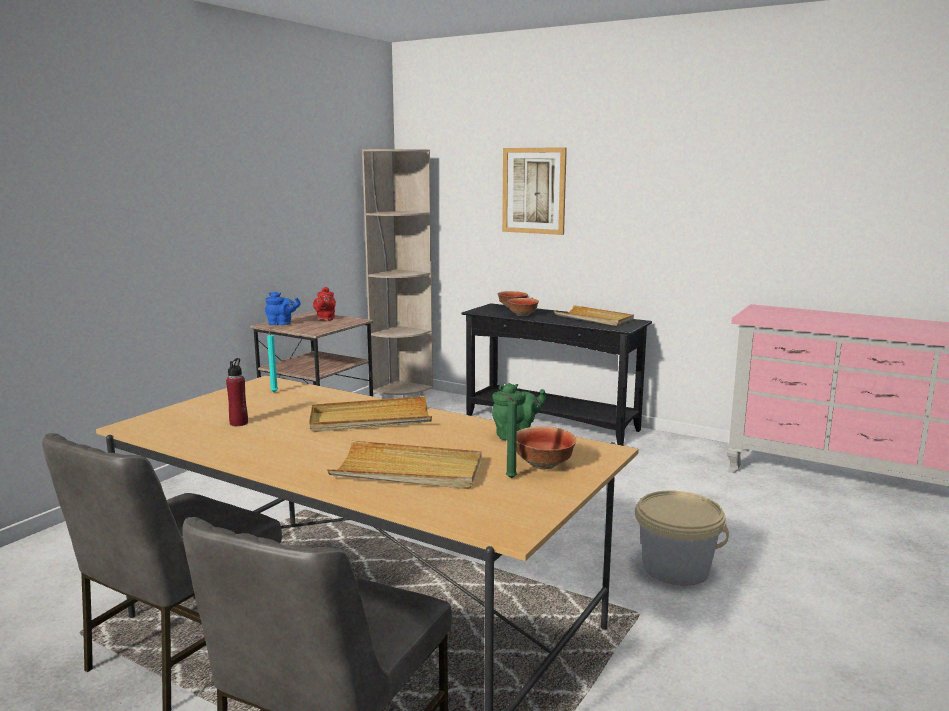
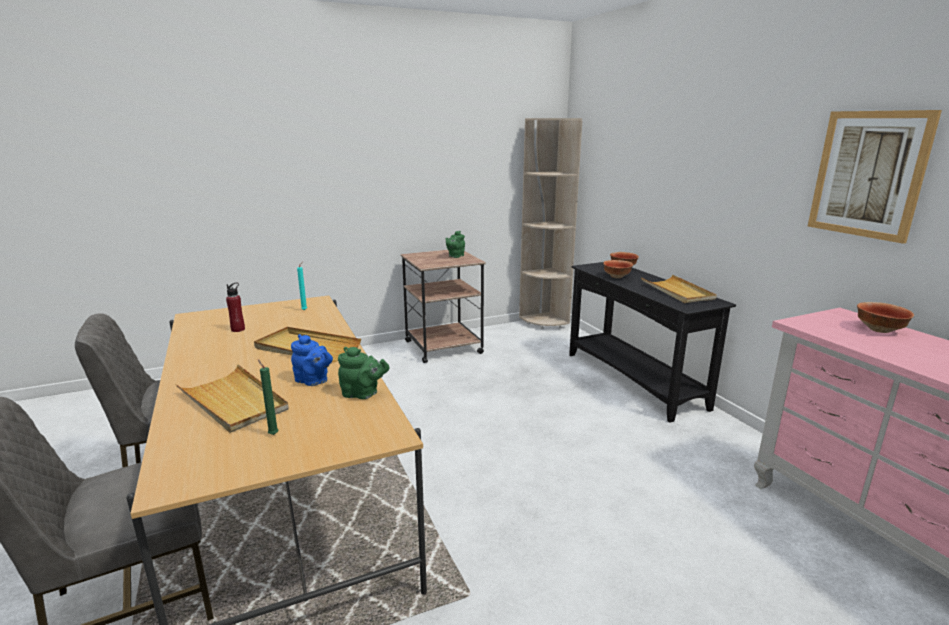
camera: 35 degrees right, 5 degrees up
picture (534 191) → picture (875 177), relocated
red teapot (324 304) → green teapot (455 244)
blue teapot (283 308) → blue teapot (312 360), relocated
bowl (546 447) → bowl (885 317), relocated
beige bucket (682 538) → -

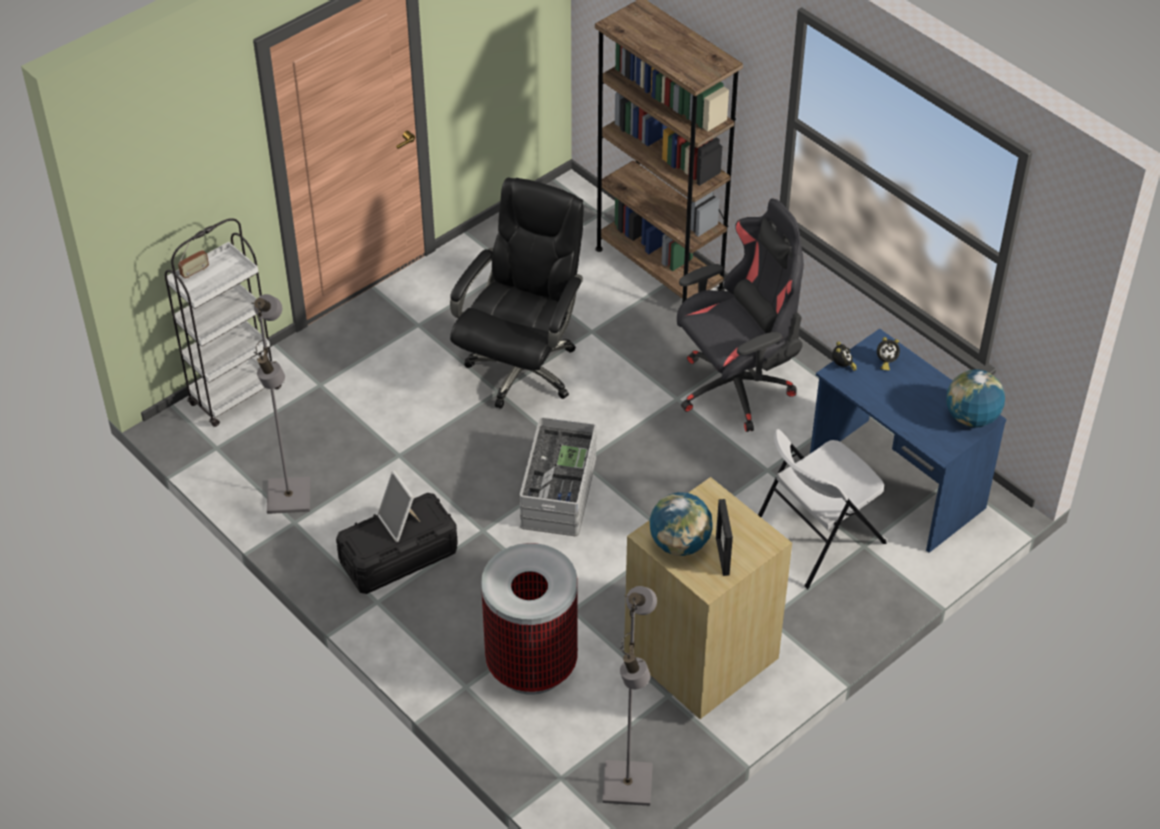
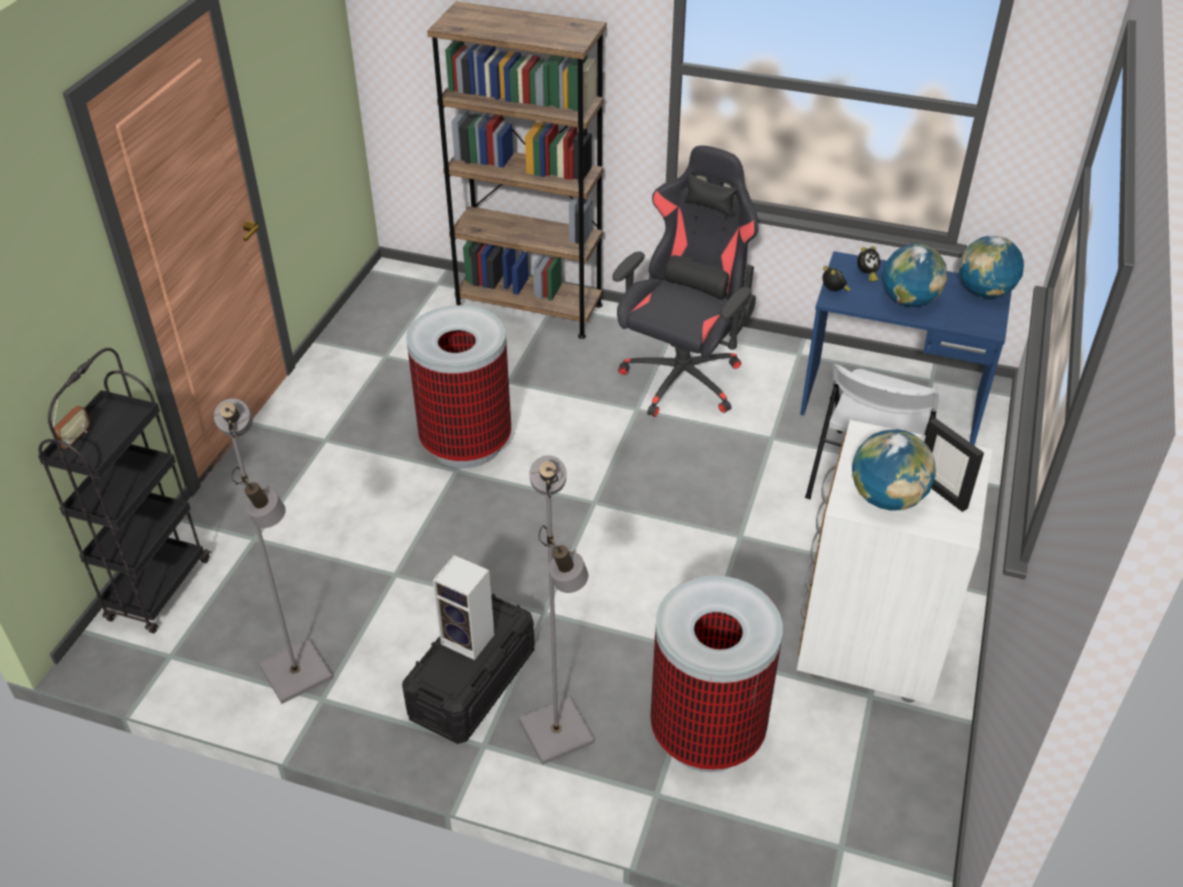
camera: 30 degrees left, 5 degrees down
black office chair (517 293) → trash can (458 386)
white cart (223 322) → black cart (125 490)
grey storage box (558 476) → -
picture frame (399 506) → speaker (464 607)
brown dresser (708 598) → white dresser (894 562)
grey floor lamp (630 696) → grey floor lamp (556 610), relocated
- → globe (915 275)

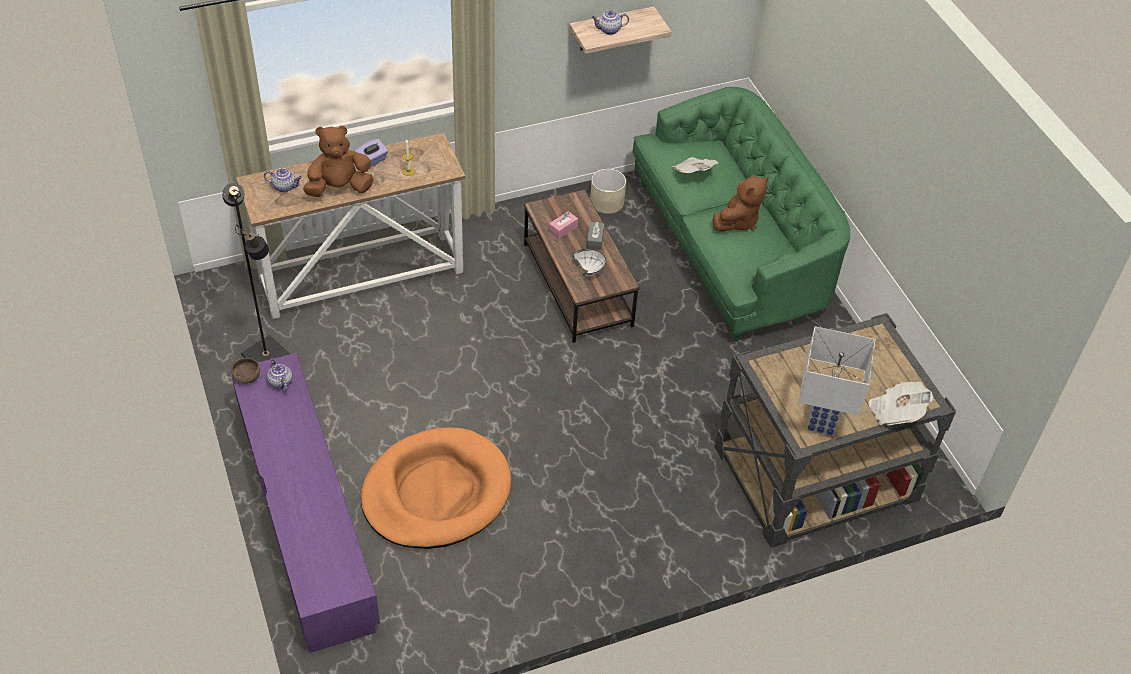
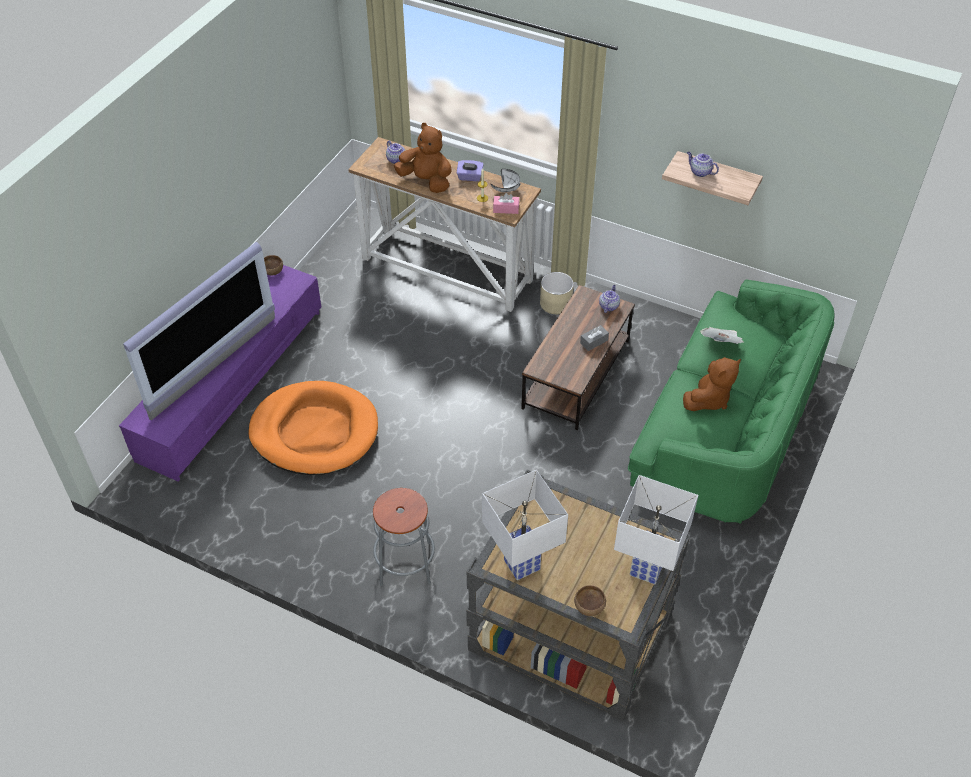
camera: 50 degrees right, 0 degrees up
beige planter (608 191) → beige planter (557 293), relocated
brown plush toy (741 204) → brown plush toy (712 384), 45 degrees counterclockwise
black floor lamp (256 273) → -
pink tissue box (563 225) → pink tissue box (506 203), relocated
white bowl (589 263) → white bowl (505 180), relocated
teapot (279 374) → teapot (609 299), relocated
newspaper (900 403) → brown bowl (590 600)
- → television (199 331)
- → white table lamp (656 529)
- → grey stool (404 537)

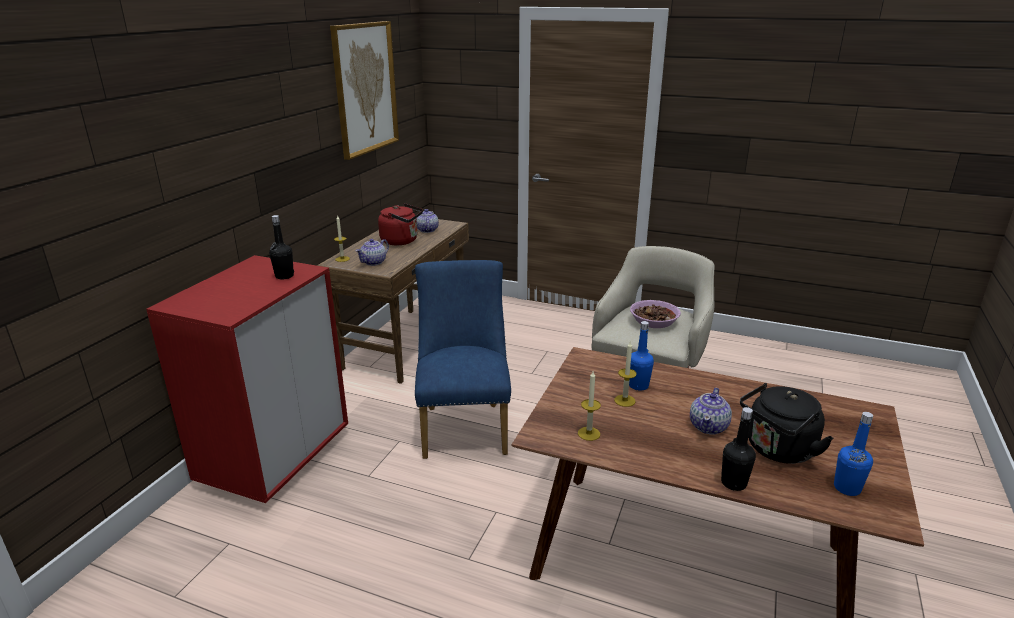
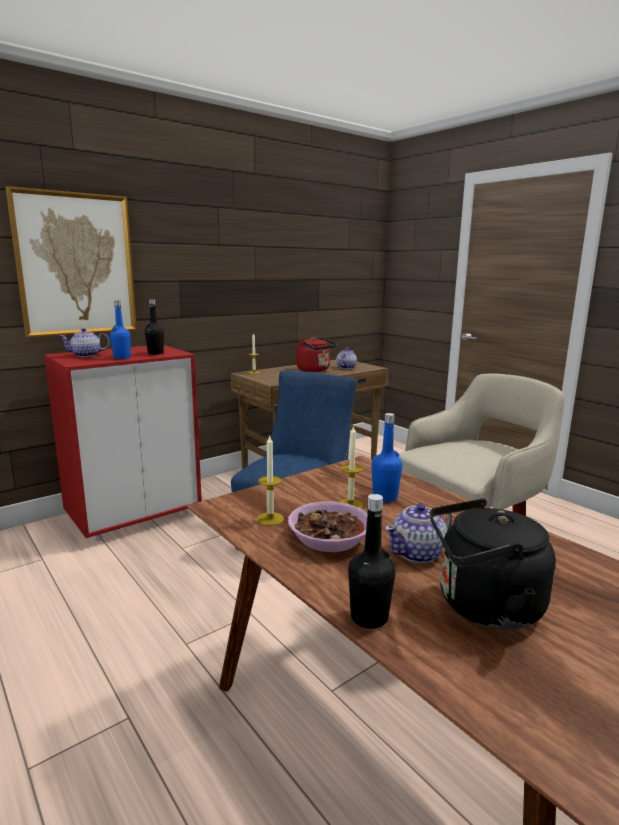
camera: 30 degrees right, 10 degrees down
picture (364 90) → picture (71 261), relocated
teapot (372 252) → teapot (84 342), relocated
bowl (655 314) → bowl (328 527), relocated
blue bottle (853 454) → blue bottle (120 330), relocated

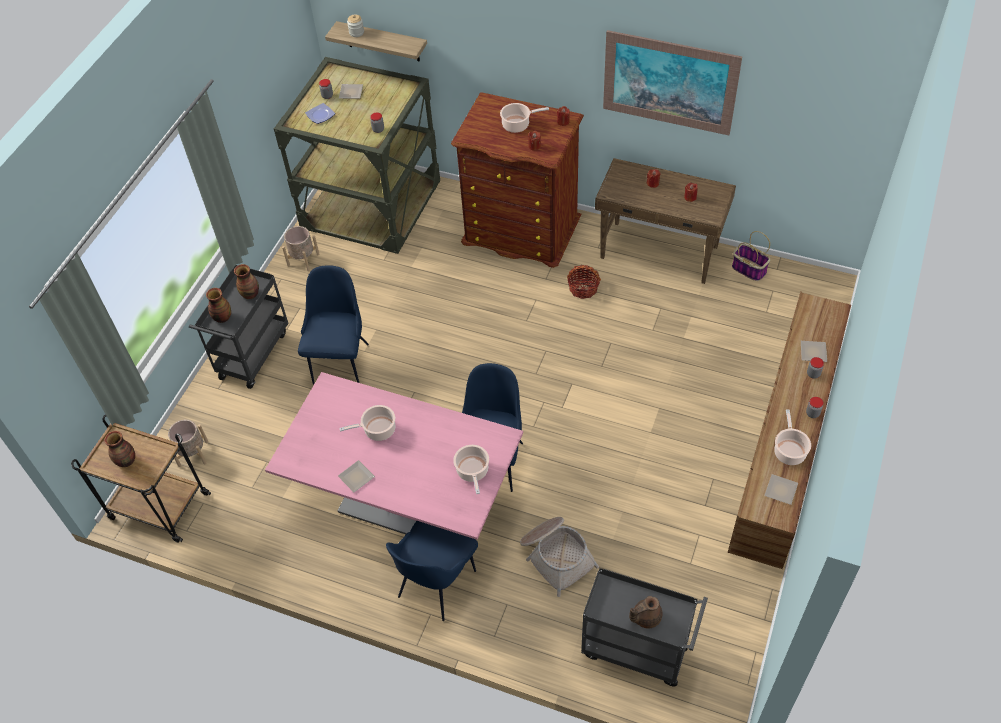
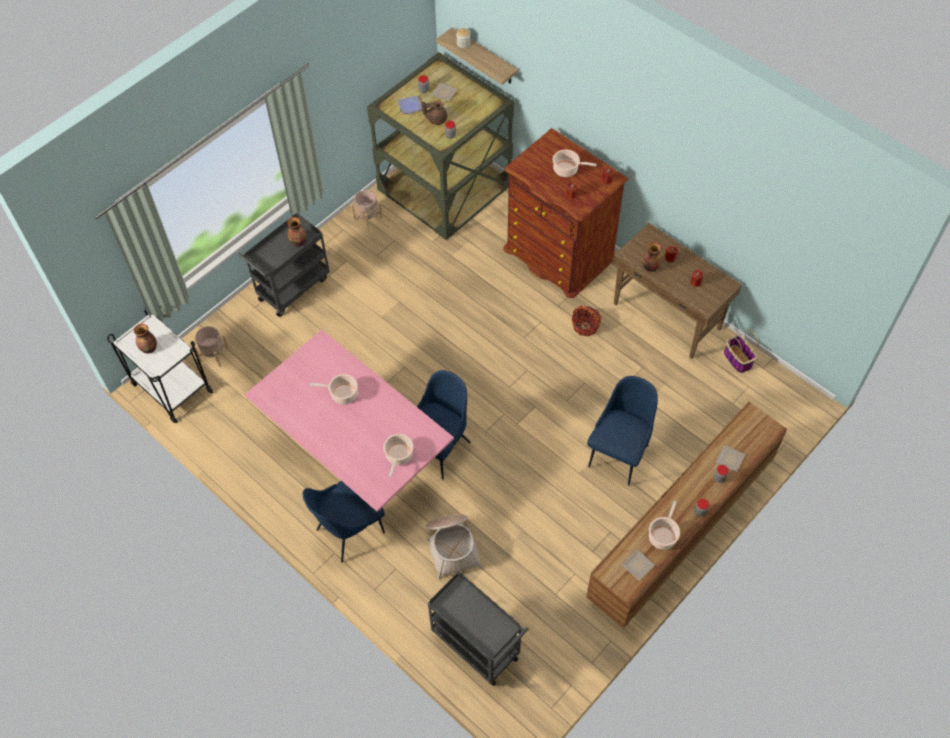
camera: 20 degrees right, 5 degrees up
picture (672 82) → -
blue chair (333 325) → blue chair (622 431), relocated
vase (218 305) → vase (652 257), relocated
brown cart (141 478) → white cart (160 365)
plate (356 476) → -
brown teapot (646 612) → brown teapot (434 112), relocated

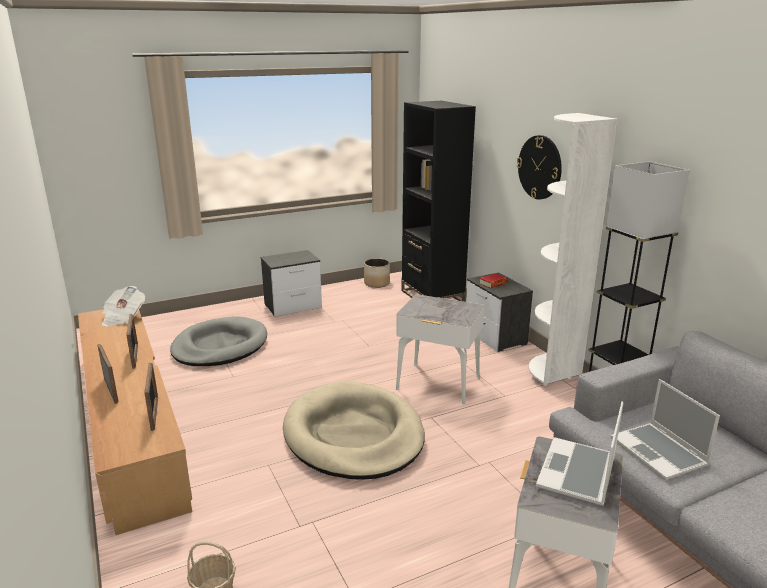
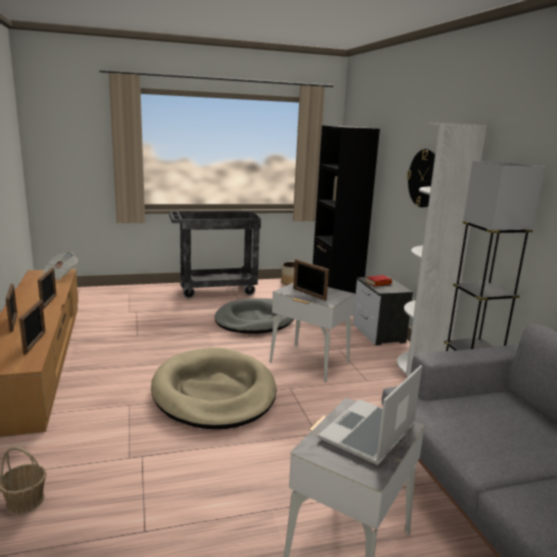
camera: 10 degrees right, 5 degrees down
nightstand (291 283) → grey cart (215 254)
grey dog bed (218 341) → grey dog bed (254 316), relocated
laptop (665 429) → -
- → picture frame (311 280)

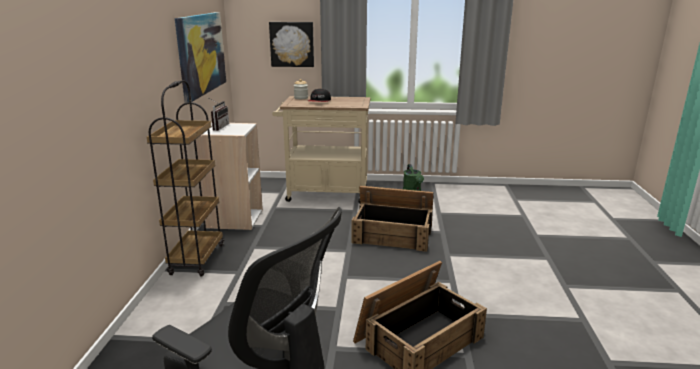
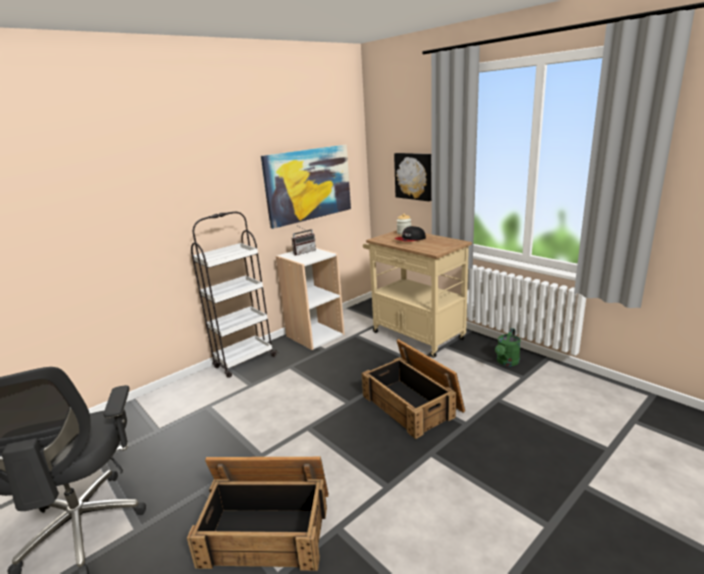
camera: 45 degrees right, 0 degrees up
brown cart (185 178) → white cart (234 295)

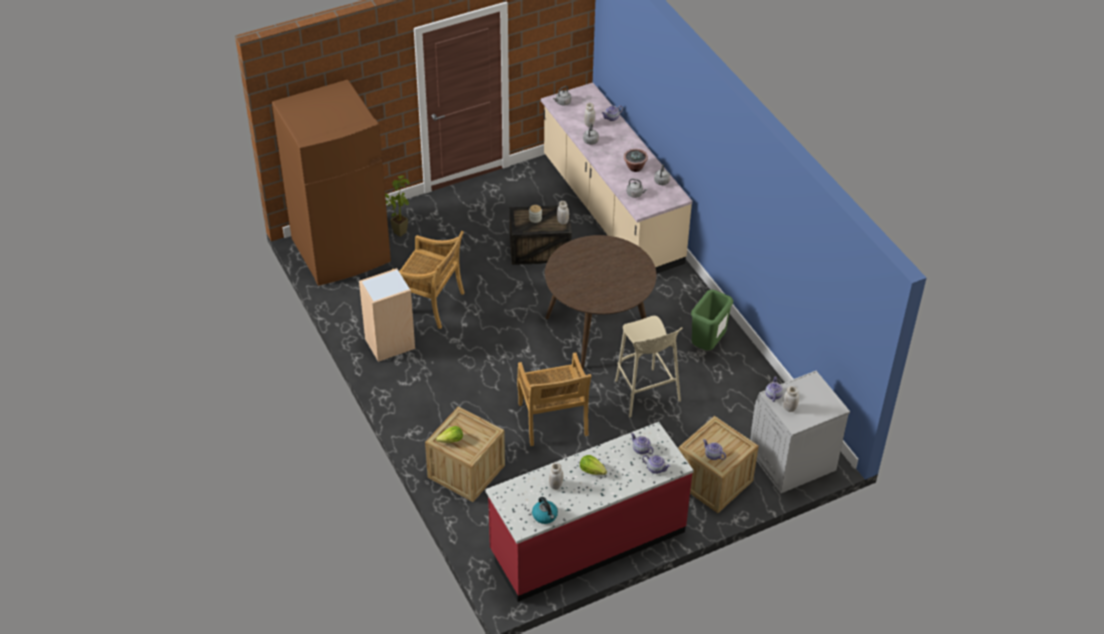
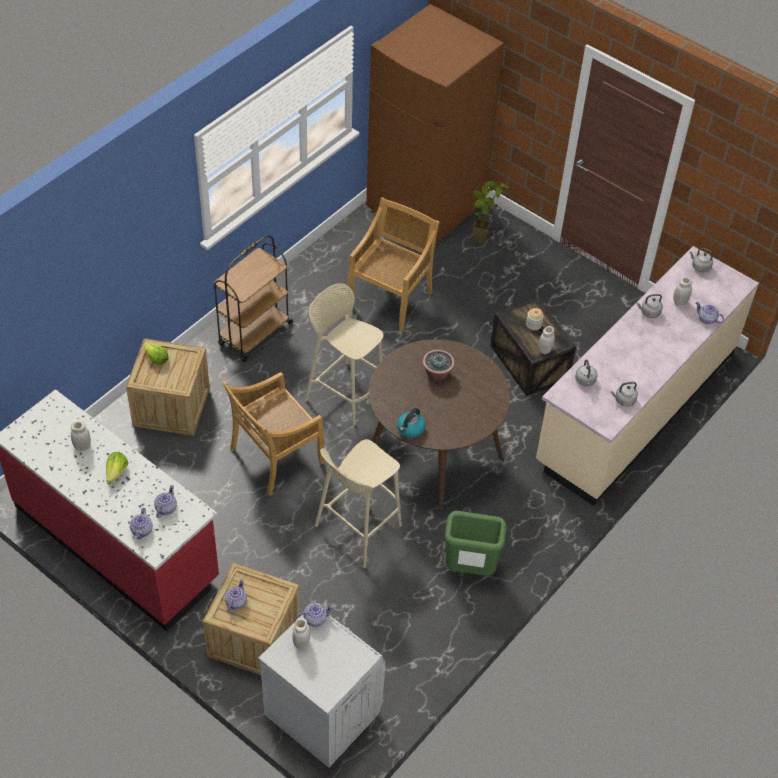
camera: 65 degrees right, 5 degrees up
potted plant (636 160) → potted plant (438 365), relocated
beige chair (428 280) → beige chair (393 264), 150 degrees counterclockwise
bookcase (387 315) → -
kettle (545 510) → kettle (411 423), relocated
- → brown cart (253 298)
- → beige stool (344 354)

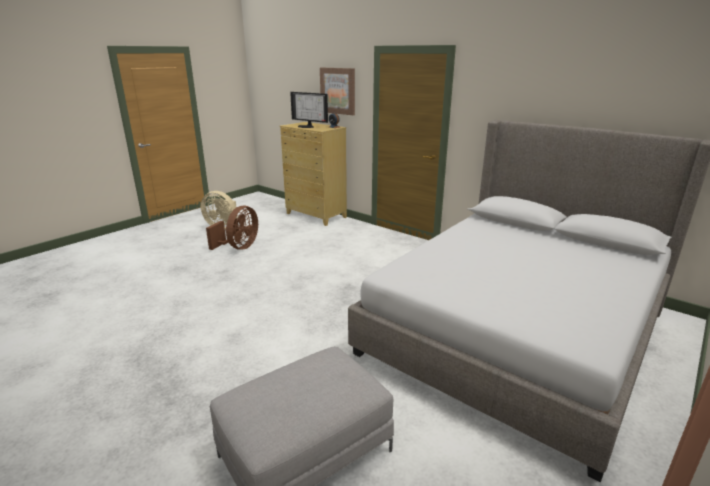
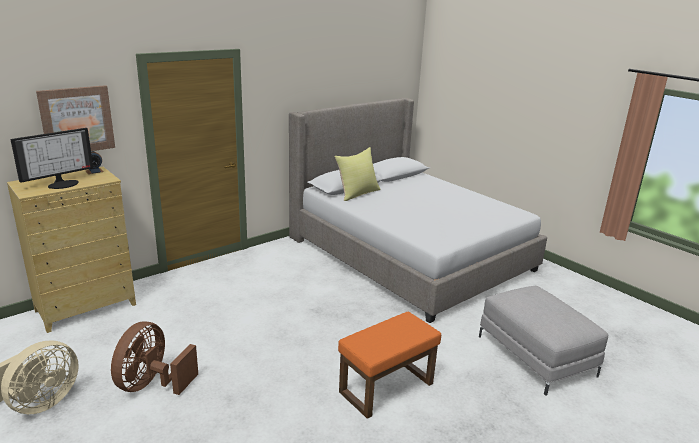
camera: 80 degrees left, 0 degrees up
brown fan (232 228) → brown fan (154 358), 105 degrees counterclockwise
- → yellow pillow (358 174)
- → orange ottoman (389 365)

